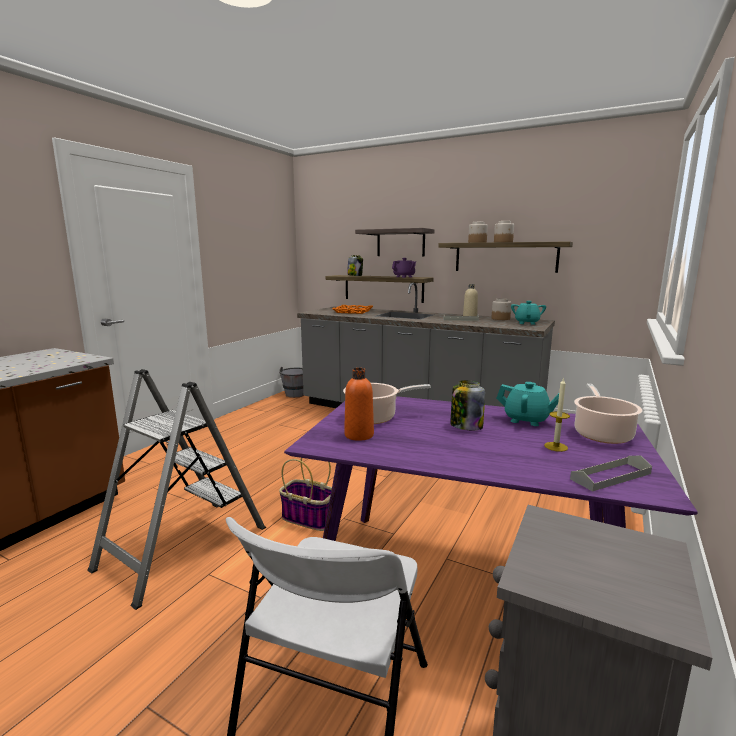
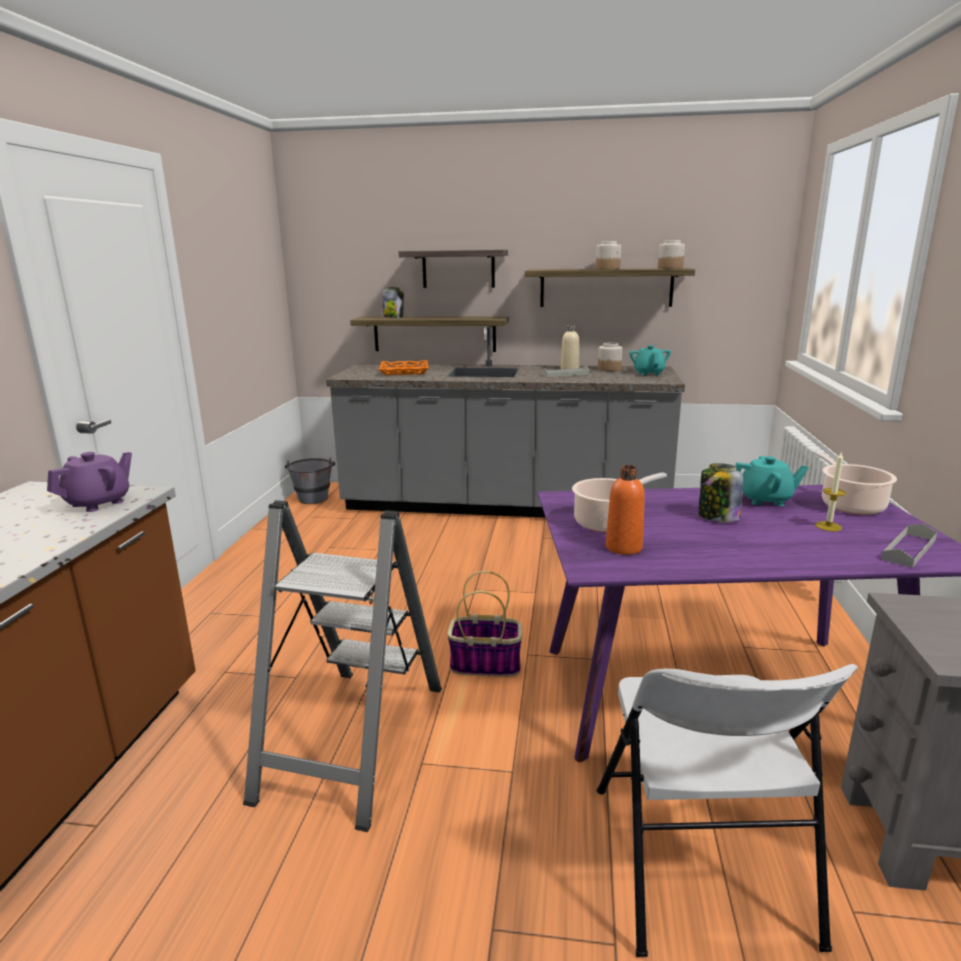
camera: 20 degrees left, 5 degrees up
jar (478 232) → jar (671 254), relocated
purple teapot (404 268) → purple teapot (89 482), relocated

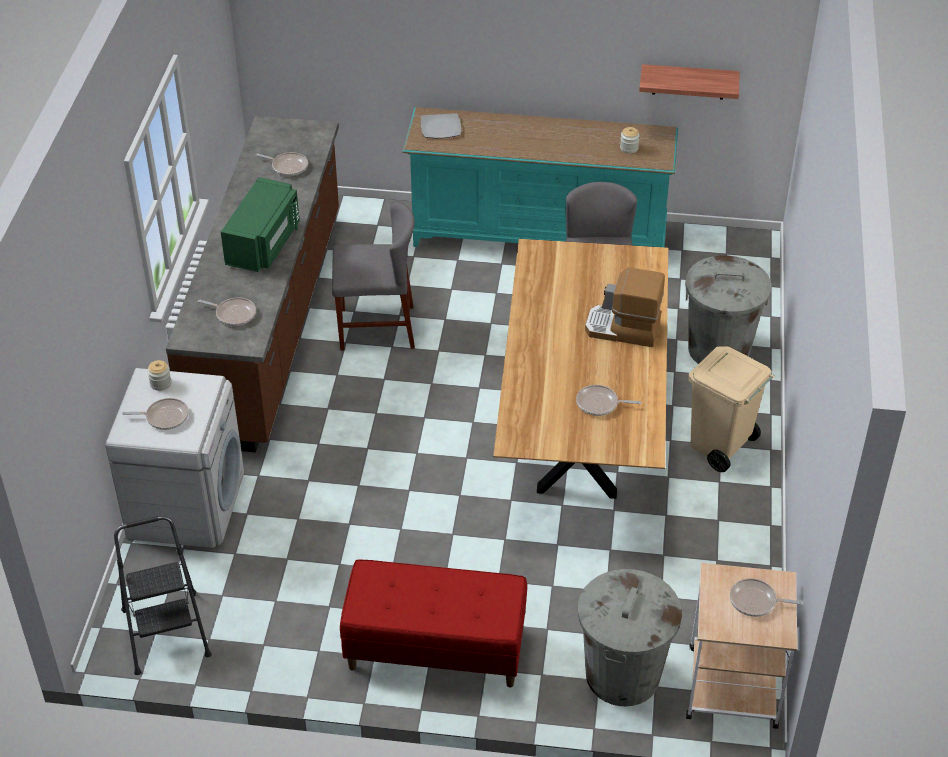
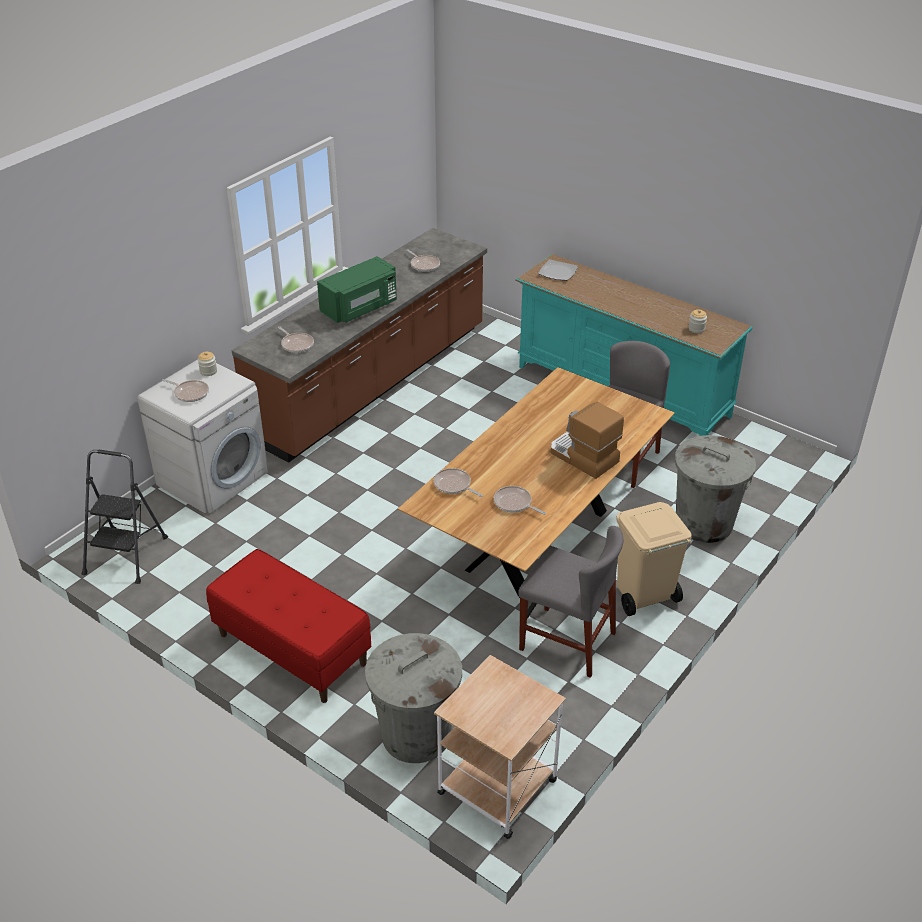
camera: 30 degrees right, 5 degrees down
shelf (689 82) → -
grey chair (373 276) → grey chair (571 602), relocated
frying pan (766 597) → frying pan (458 482), relocated

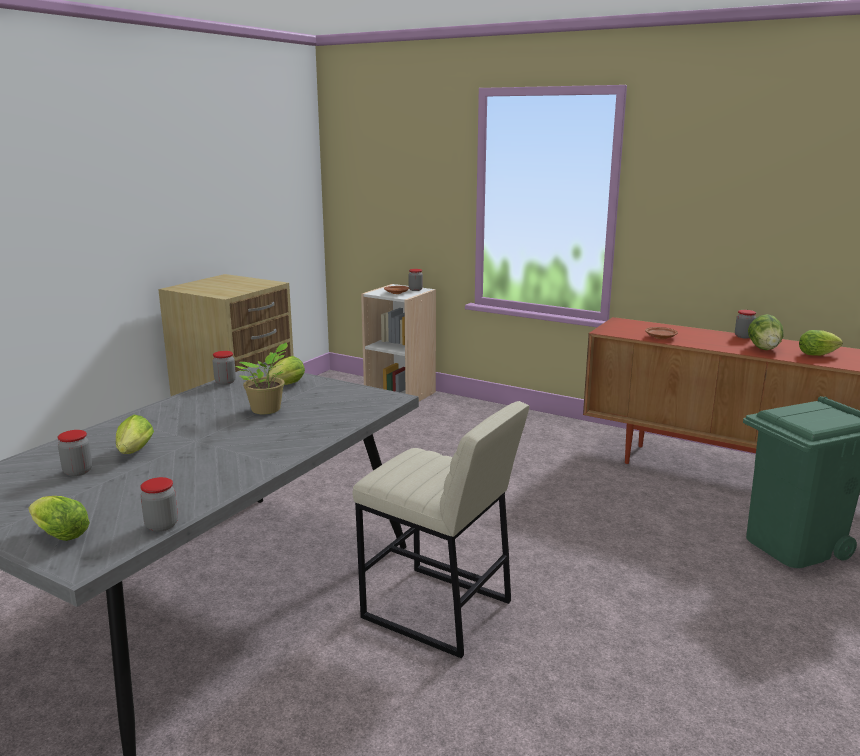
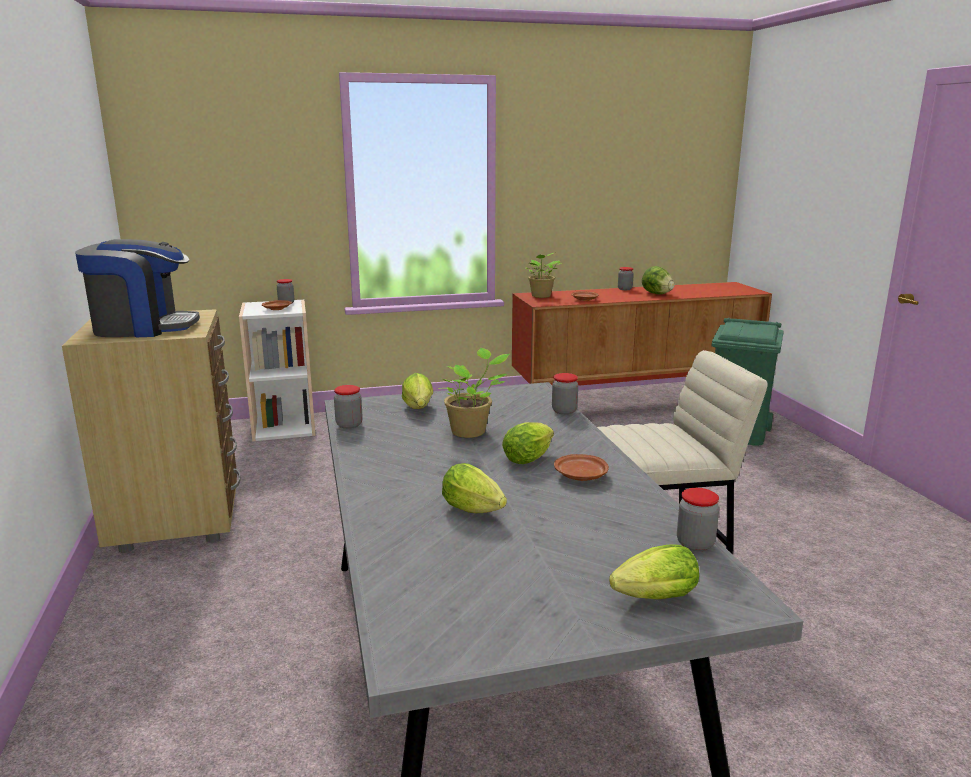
camera: 45 degrees left, 0 degrees up
lettuce (821 343) → lettuce (528 443), relocated
jar (75 453) → jar (565 394), relocated
- → coffee machine (137 288)
- → potted plant (543 275)
- → brown plate (581 467)

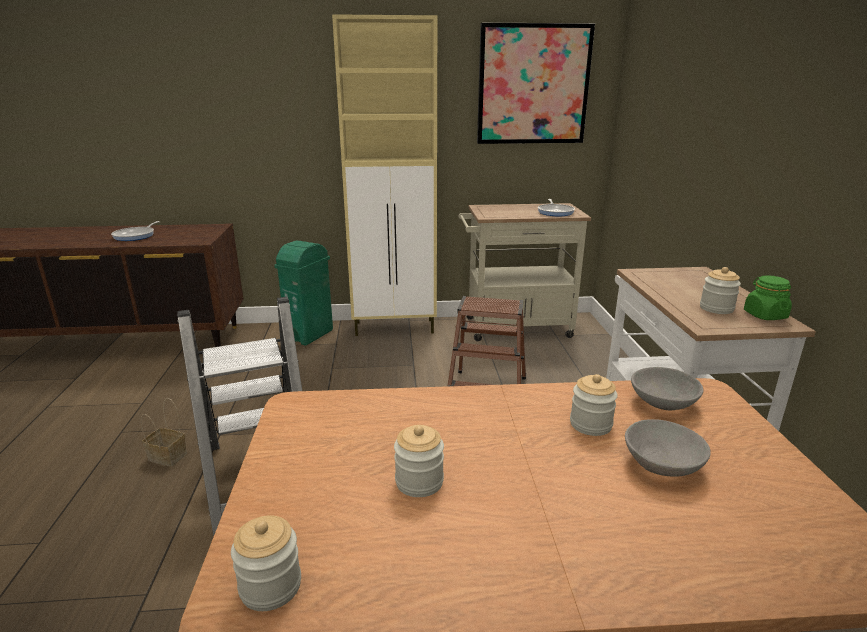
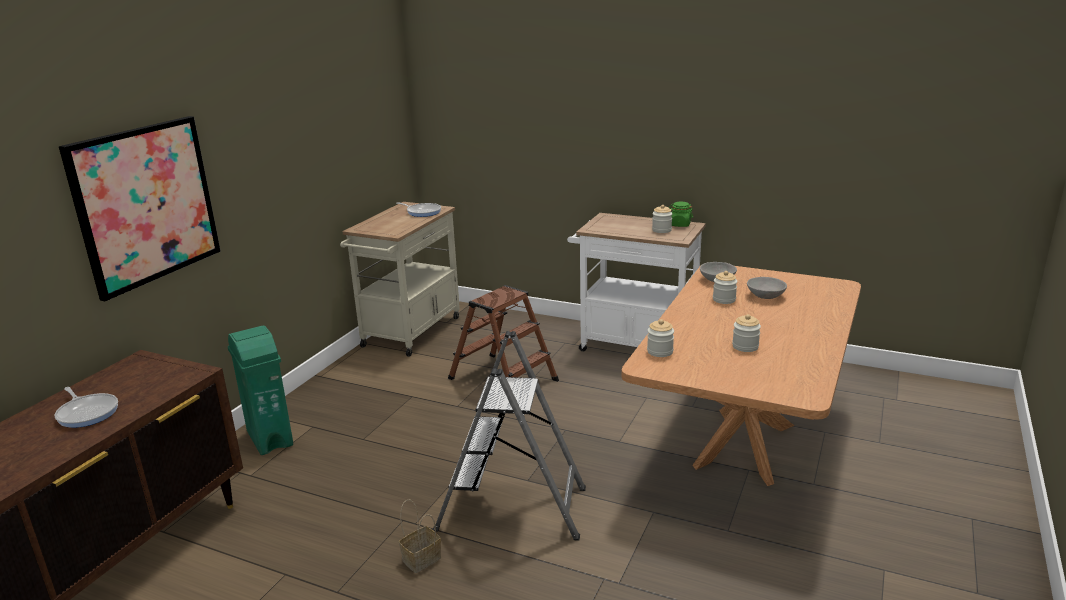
camera: 60 degrees left, 0 degrees up
beige cabinet (384 175) → -
picture (536 83) → picture (140 208), relocated
jar (266 563) → jar (660 338), relocated

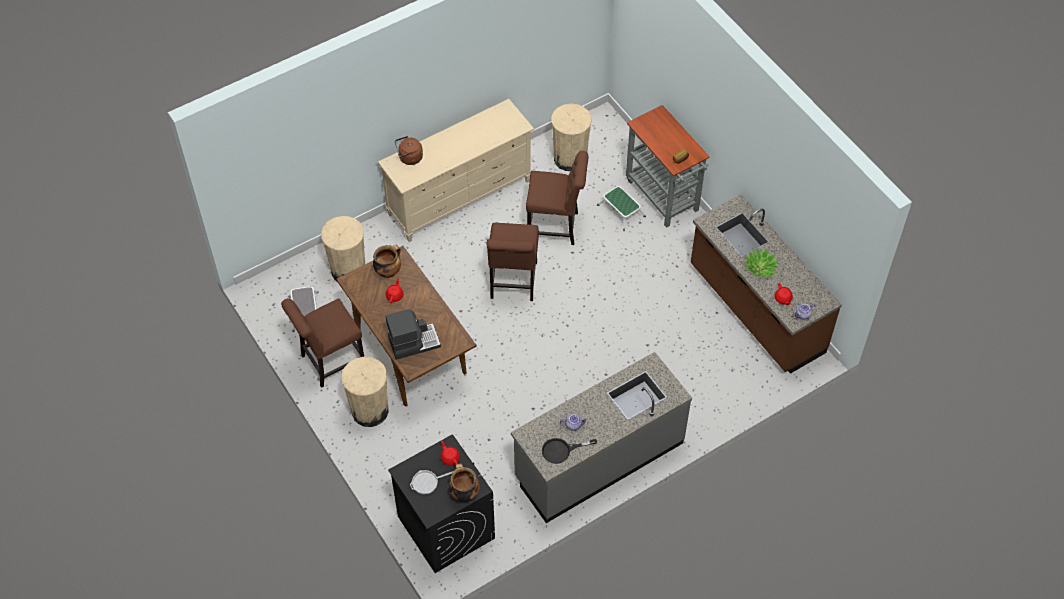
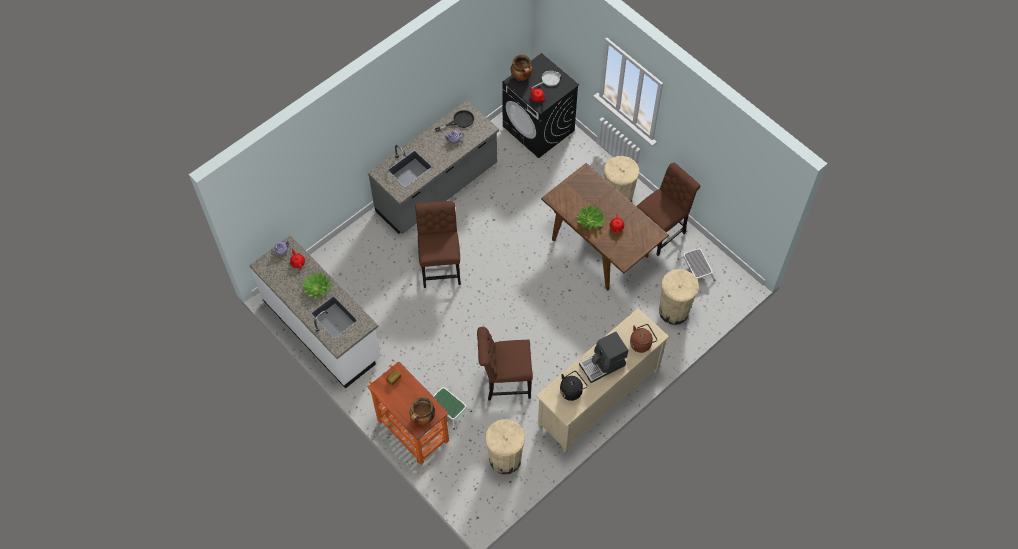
camera: 170 degrees right, 5 degrees up
grey cart (667 166) → orange cart (408 413)
brown counter (766 284) → white counter (315 312)
brown chair (513 262) → brown chair (438 244), relocated
cooking pot (387 261) → cooking pot (422 411), relocated
coffee machine (413 334) → coffee machine (603 357), relocated
- → potted plant (590 217)
- → black kettle (574 386)

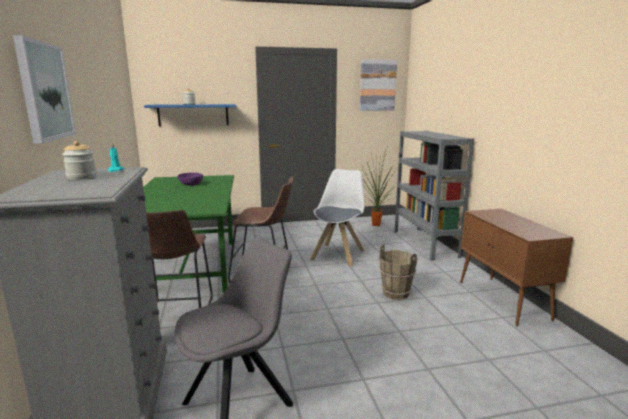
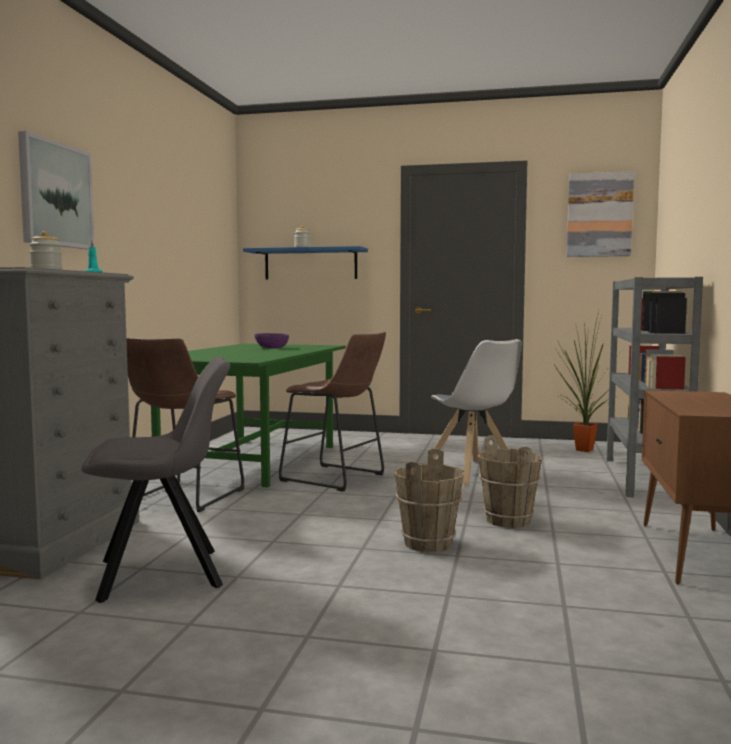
camera: 25 degrees right, 10 degrees down
chair (337 218) → chair (473 412), 105 degrees clockwise
- → brown bucket (429 500)

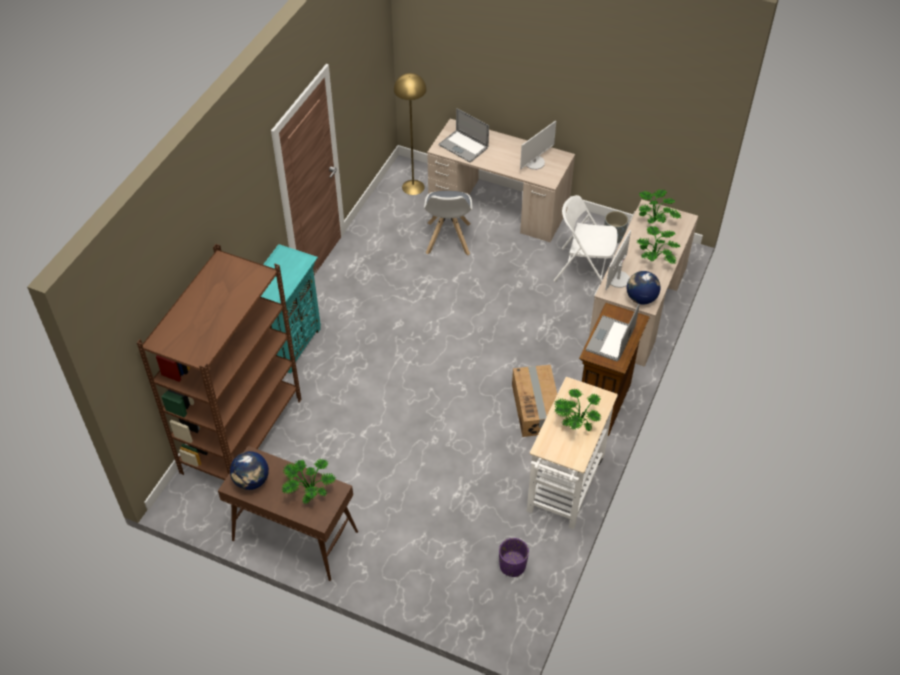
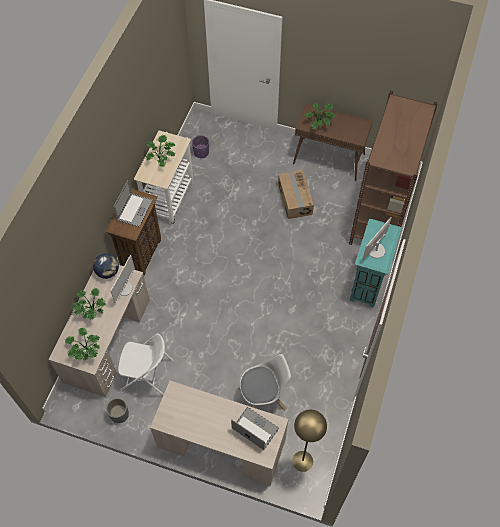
camera: 175 degrees right, 10 degrees up
monitor (538 145) → monitor (377 238), relocated
chair (448 223) → chair (264 382), 75 degrees clockwise
cardboard box (534 401) → cardboard box (296 194), relocated
globe (249 470) → -

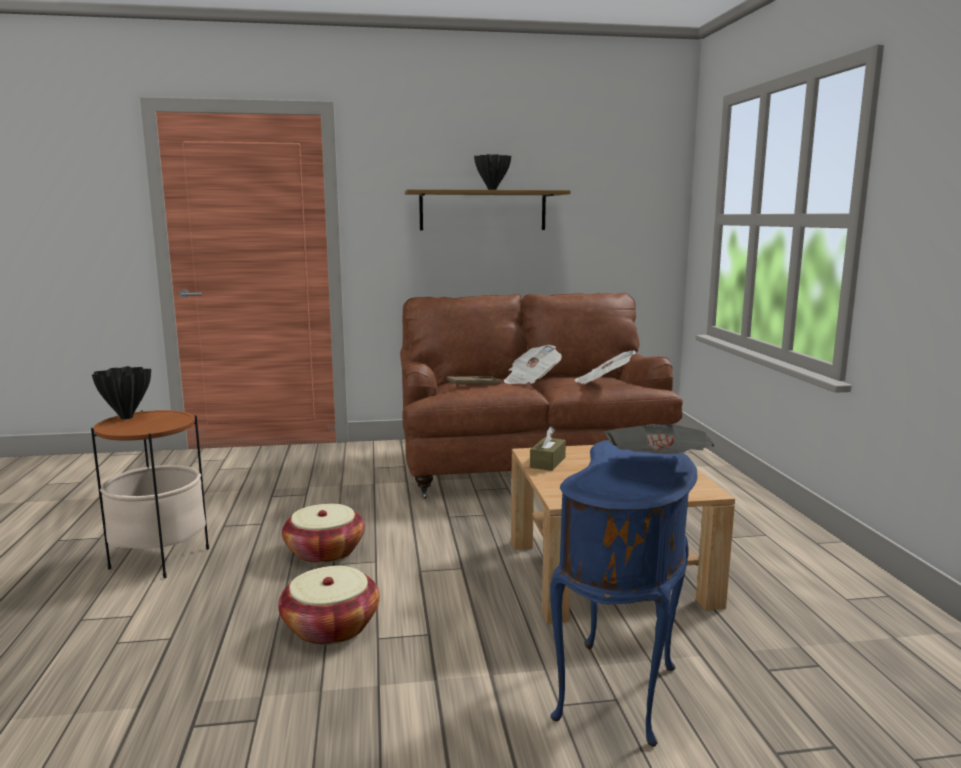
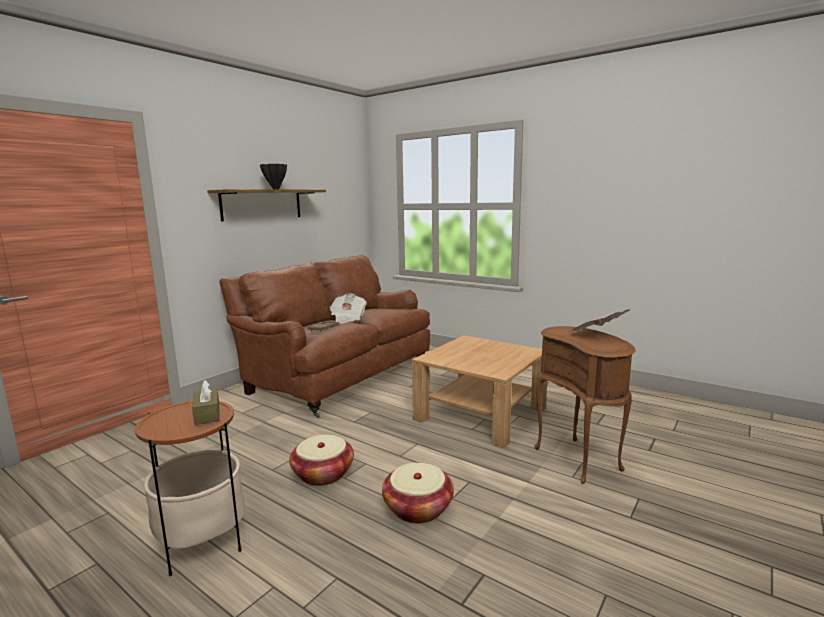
camera: 45 degrees left, 0 degrees up
newspaper (605 367) → -
black vase (121 392) → -
brown tissue box (548 449) → brown tissue box (206 402), relocated
blue side table (624 593) → brown side table (585 405)

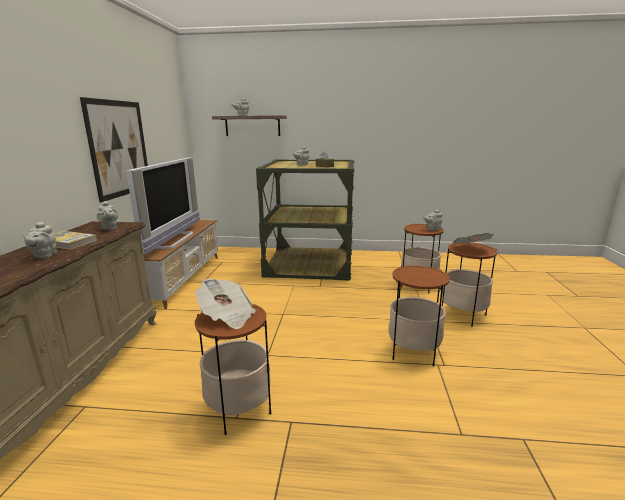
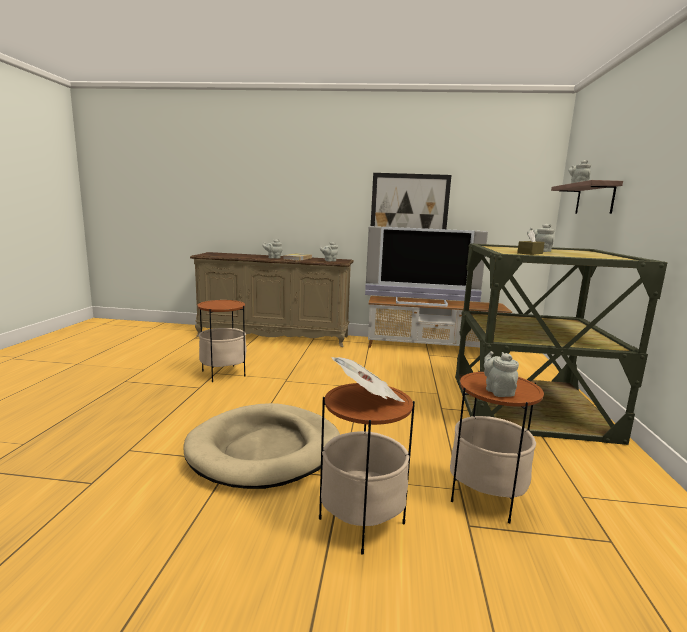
camera: 90 degrees right, 5 degrees down
side table (419 316) → beige dog bed (261 446)
newspaper (225 303) → -

